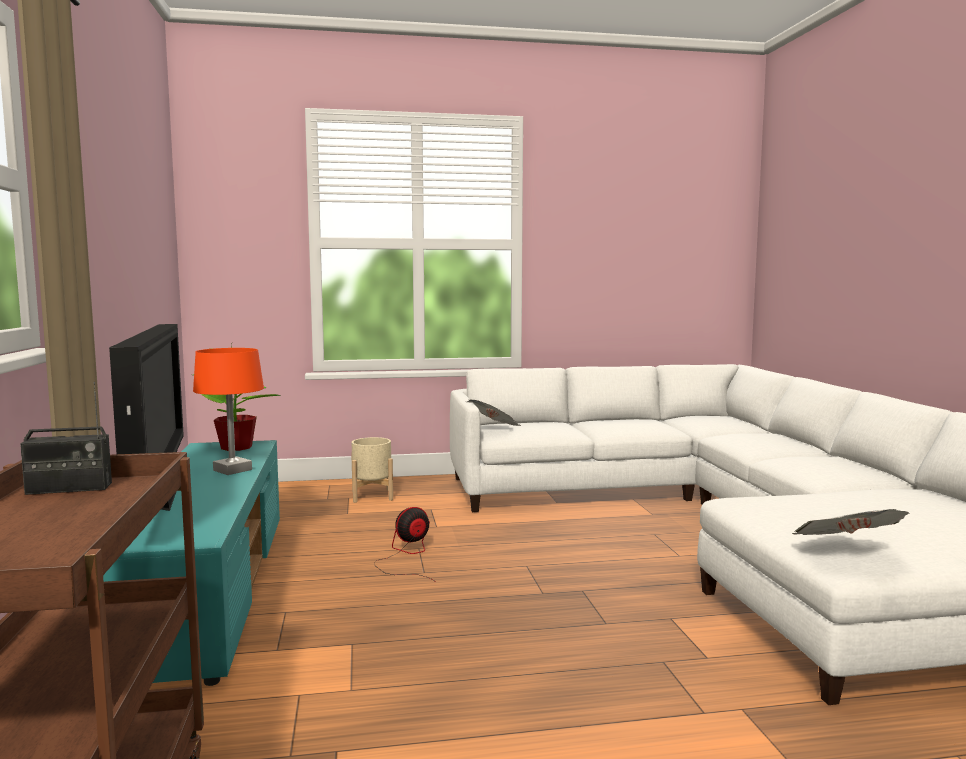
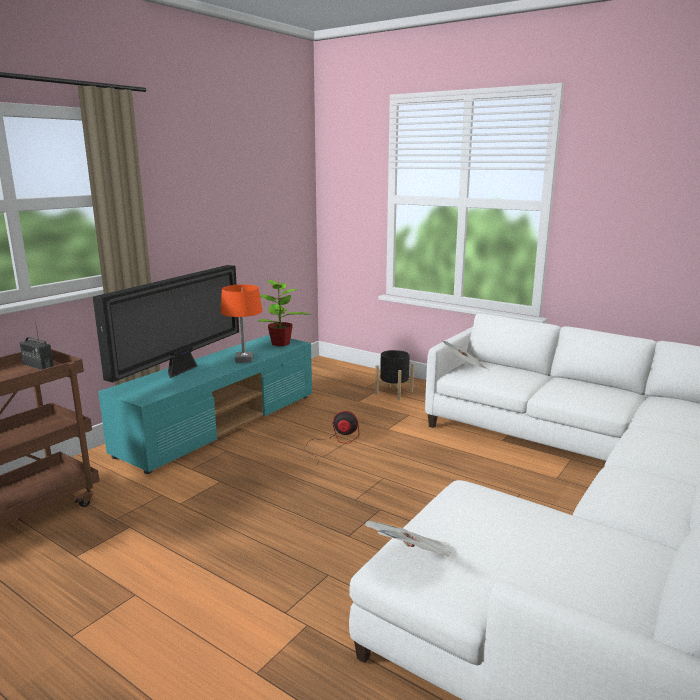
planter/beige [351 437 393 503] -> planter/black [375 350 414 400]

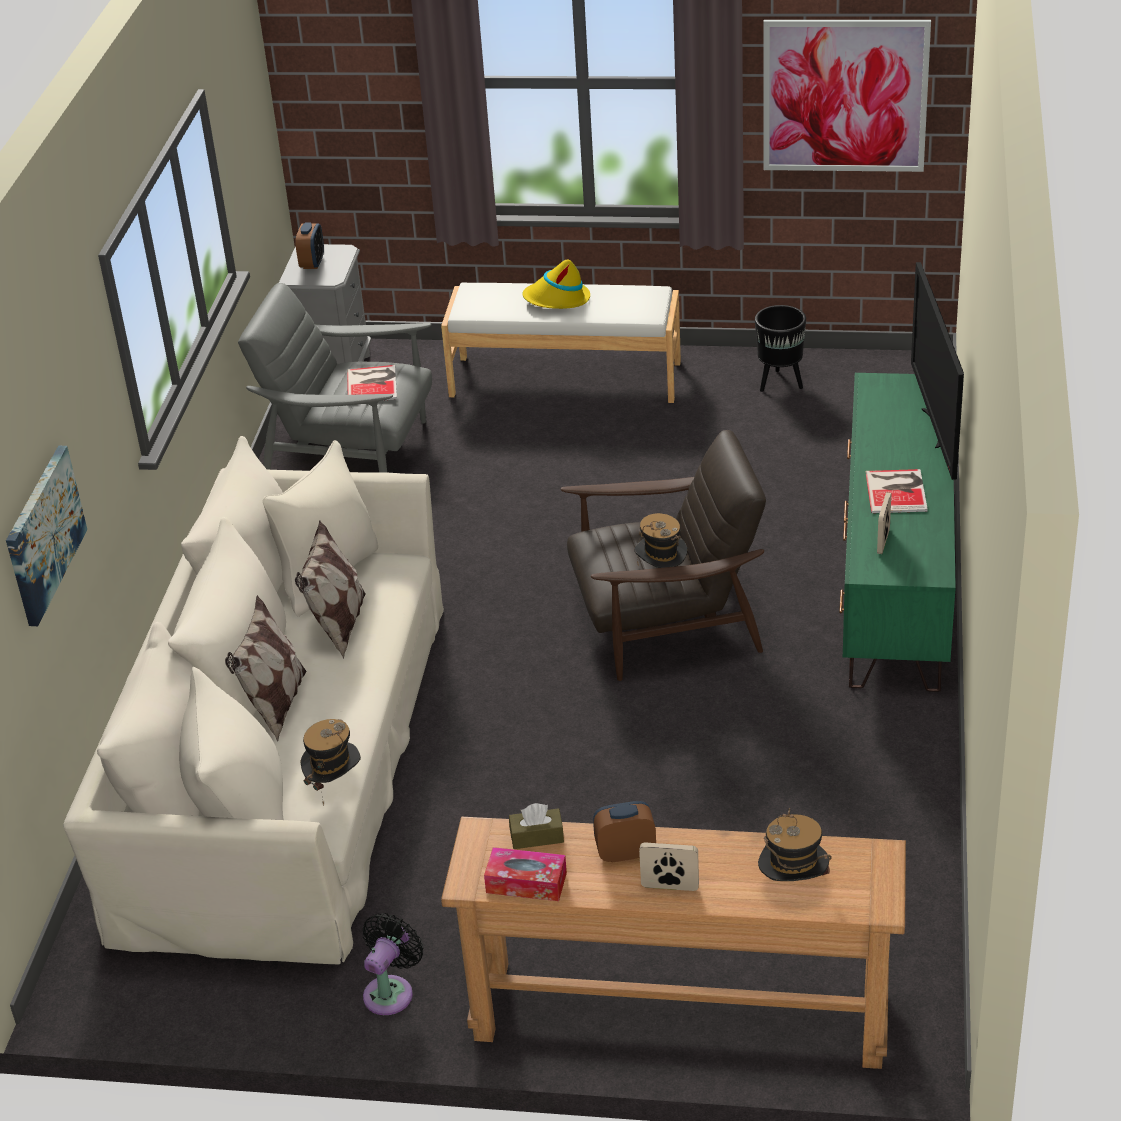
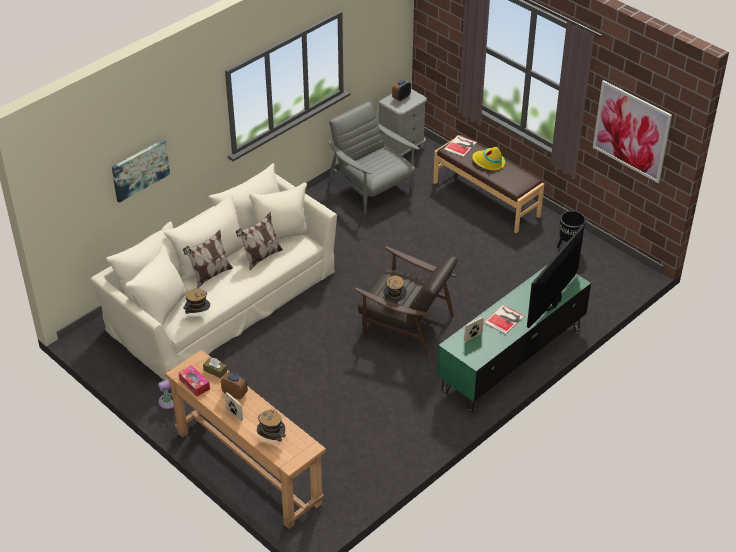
bench/whitish [441 283 681 403] -> bench/brownish [433 135 544 233]
volume [347 365 397 401] -> volume [444 135 477 157], move

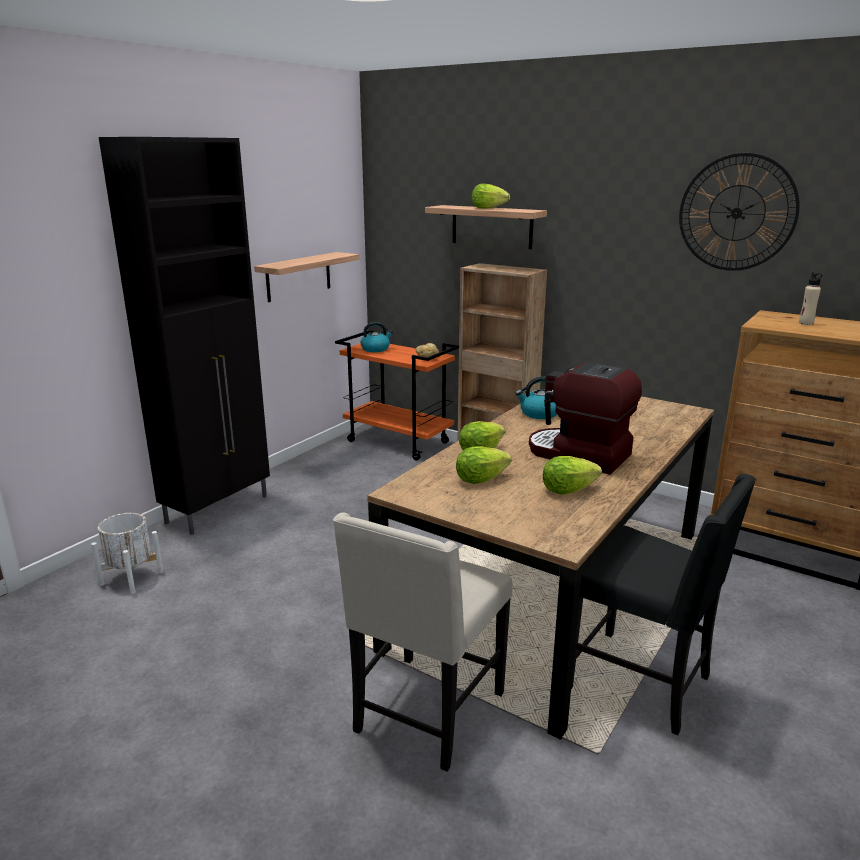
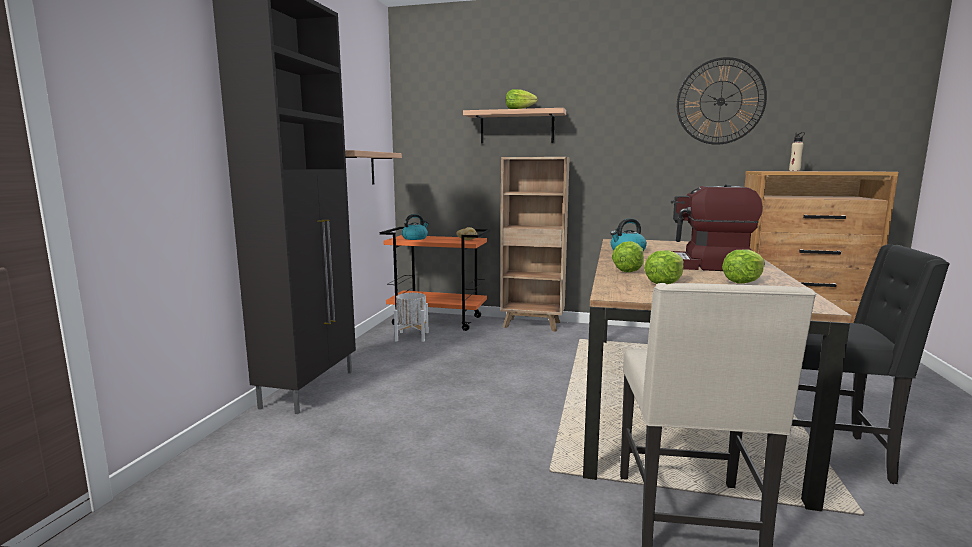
planter/whitish [91 513 163 594] -> planter/whitish [394 293 429 342], move

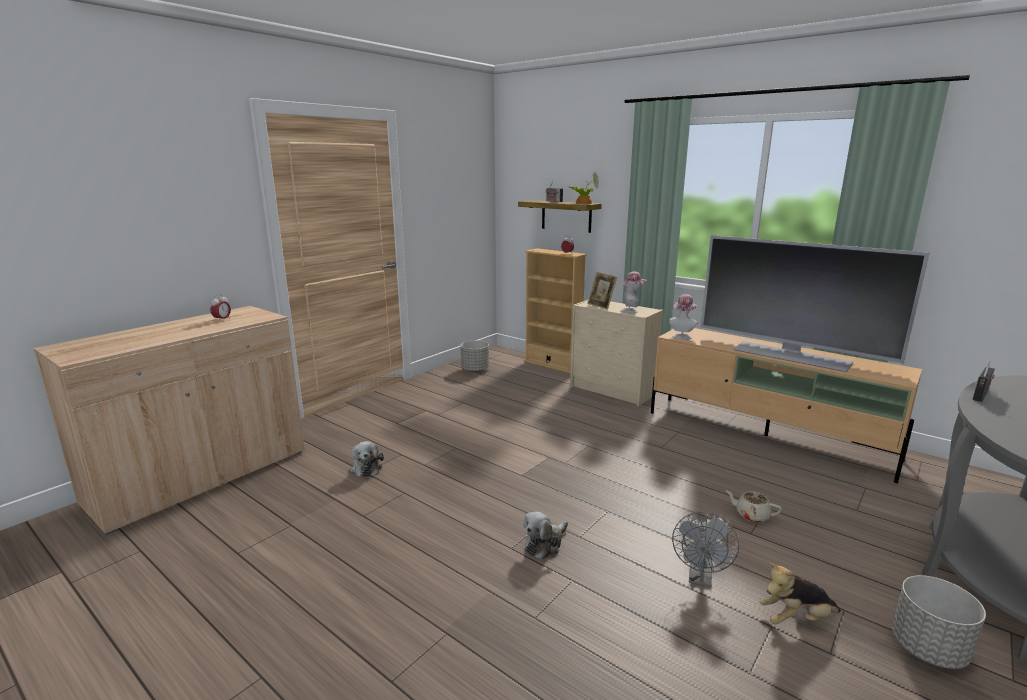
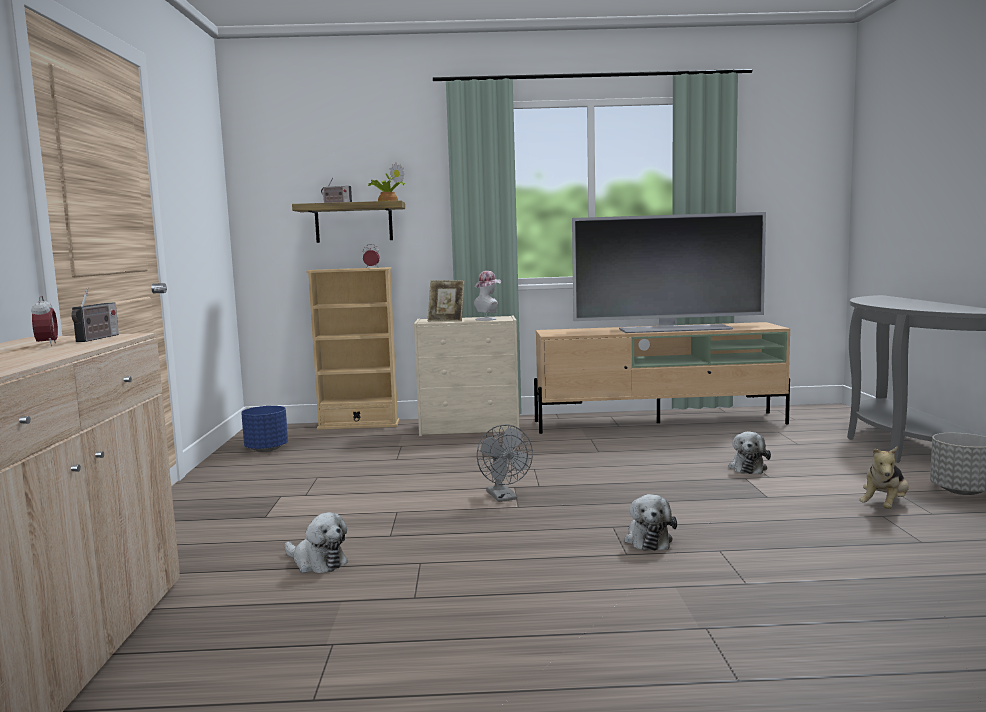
radio receiver [972 361 995 402] -> radio receiver [71 287 119 342], move
planter/greyish [461 340 489 372] -> planter/bluish [241 406 288 452]
cooling fan/greyish [672 512 739 587] -> cooling fan/greyish [477 425 533 502], move
teapot/beige [726 490 782 522] -> plush toy [729 431 771 474]
hat [669 294 698 340] -> none

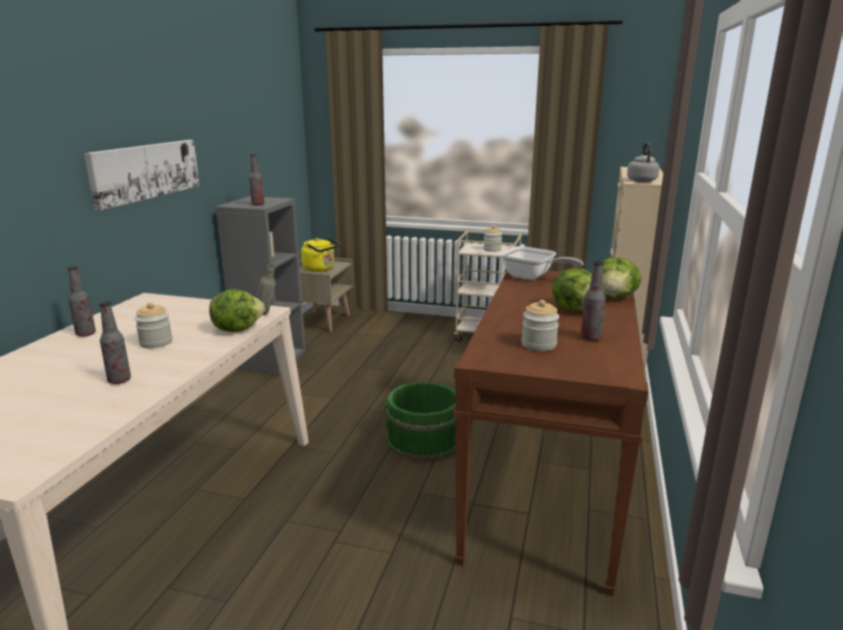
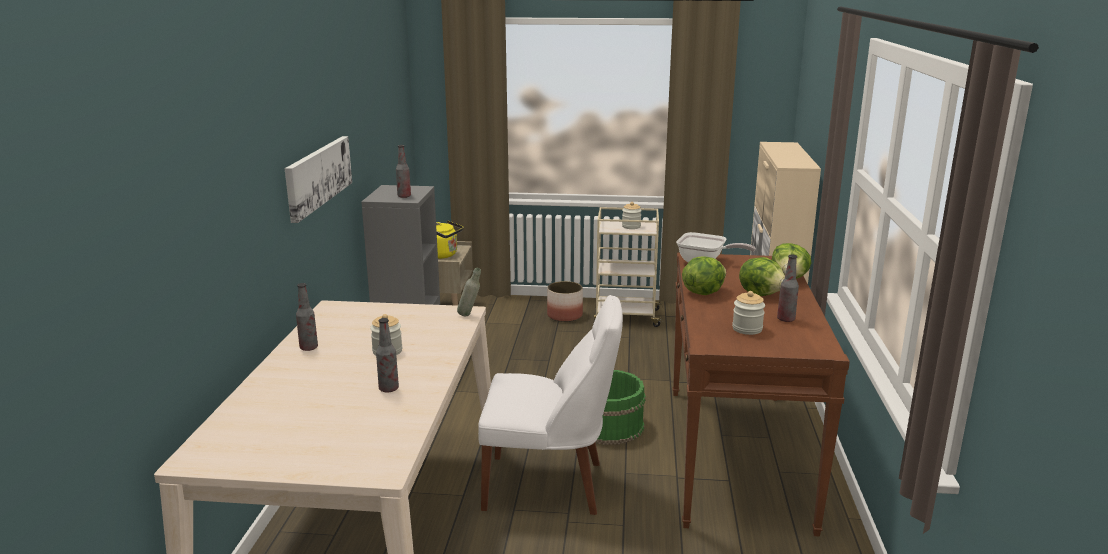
none -> upright chair/whitish [478 295 623 515]
none -> planter [547 281 583 322]
head of lettuce [209 289 265 332] -> head of lettuce [682 257 726 295], move
kettle/greyish [627 143 660 182] -> none

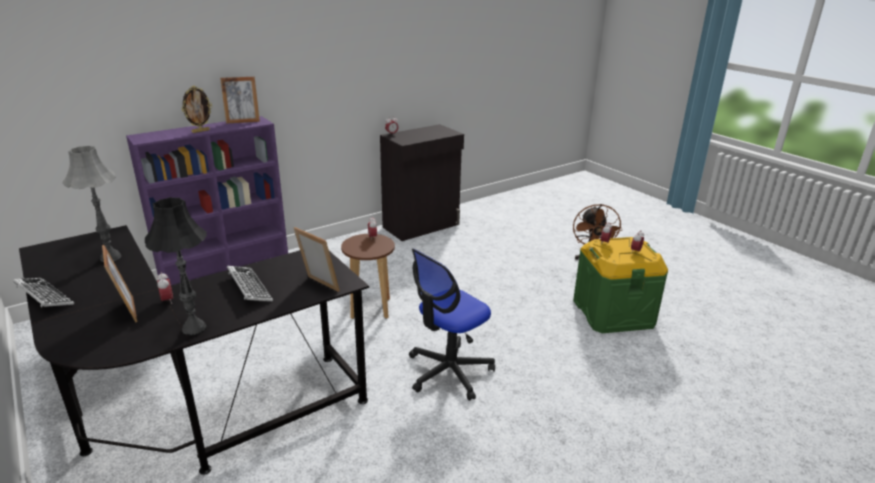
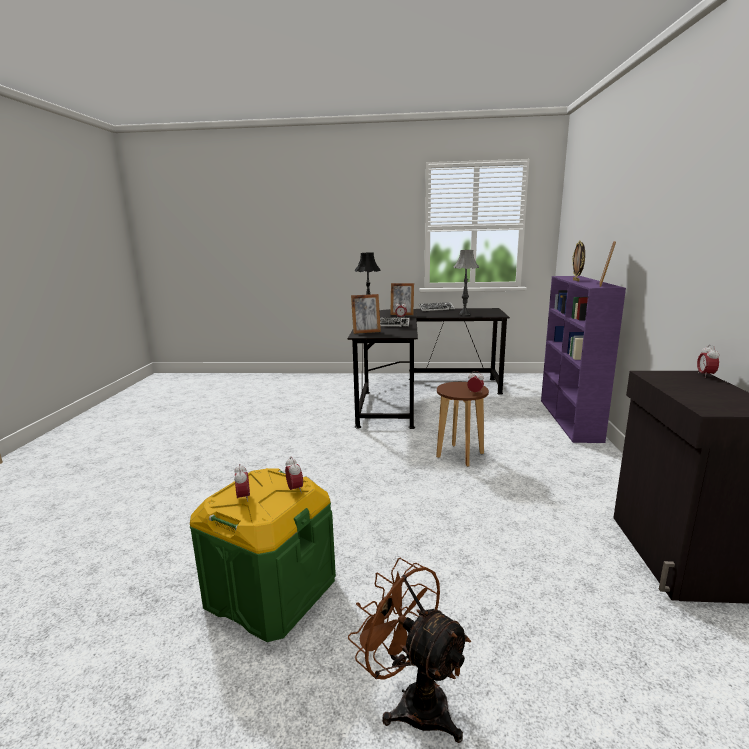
office chair [409 249 495 401] -> none

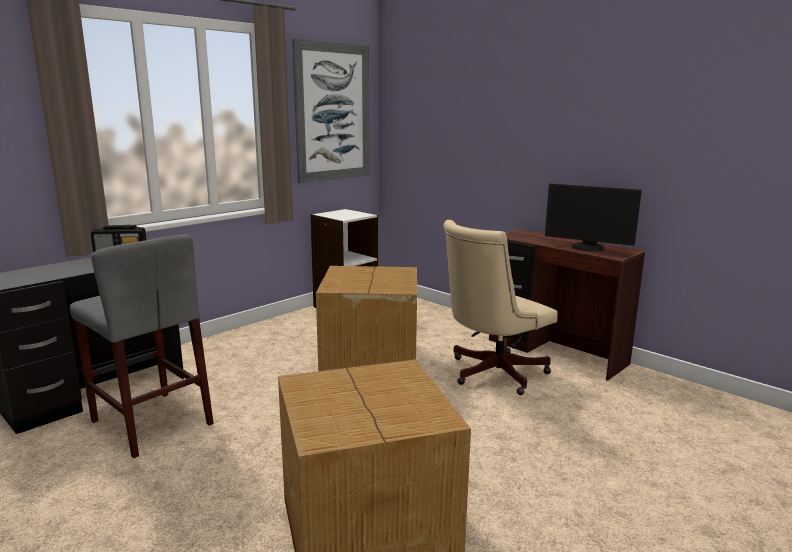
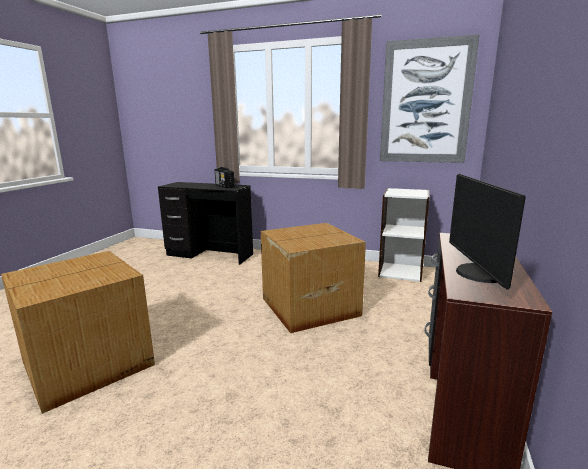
stool/greyish [70 234 214 458] -> none
office chair/beige [443 220 557 395] -> none

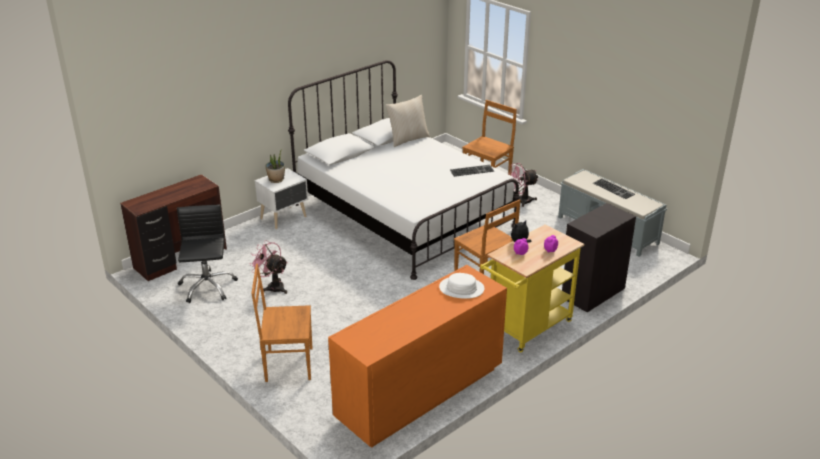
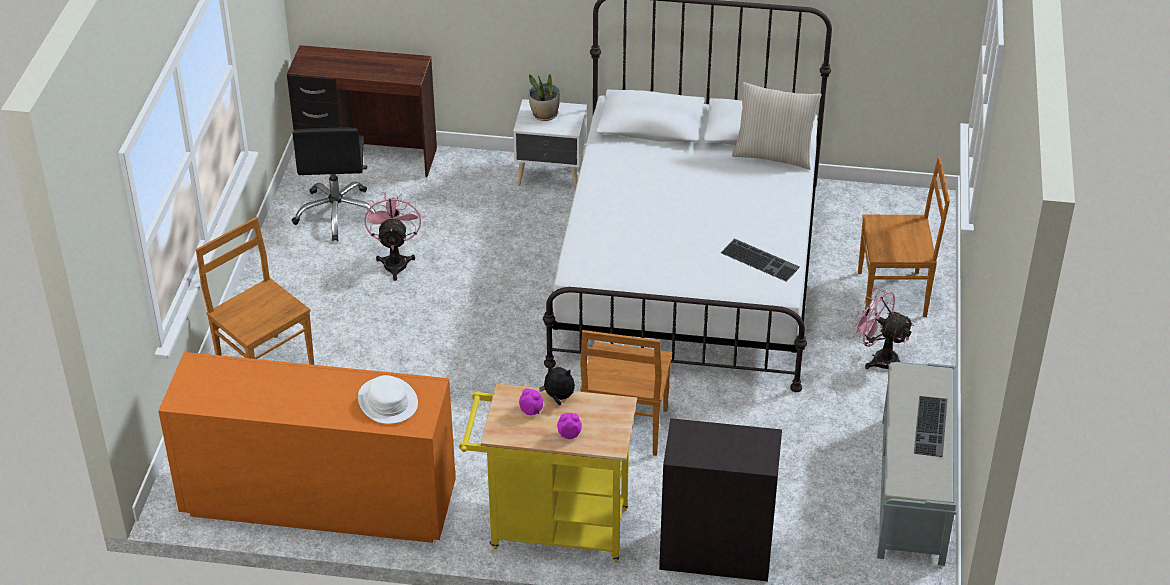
office chair/black [177 205 238 303] -> office chair/black [292 128 376 241], 135 degrees clockwise

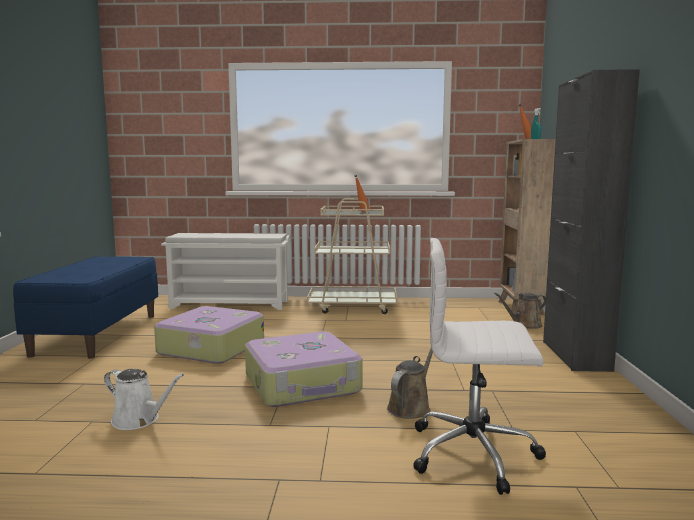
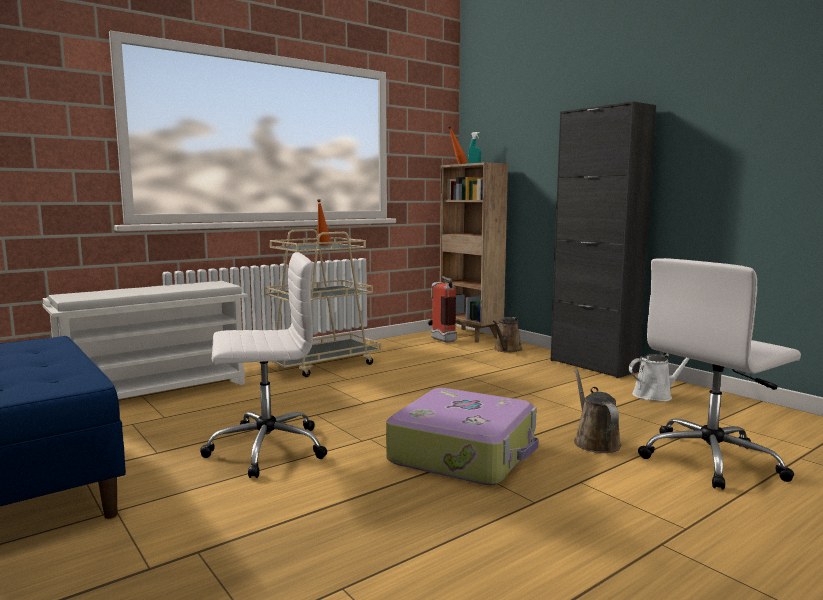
piece of luggage [154 306 264 364] -> office chair/whitish [200 252 327 478]
none -> fire-fighting cylinder [428 276 457 342]
sprinkling can/whitish [104 369 184 430] -> sprinkling can/whitish [629 352 690 401], move

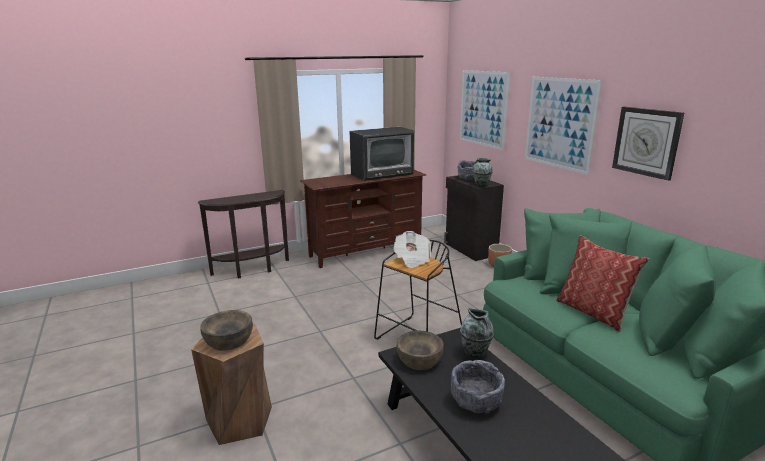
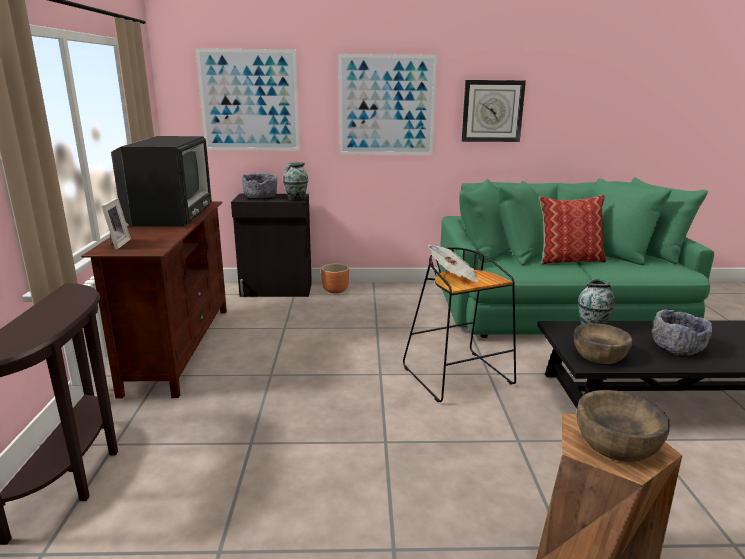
none -> photo frame [102 198 131 250]

